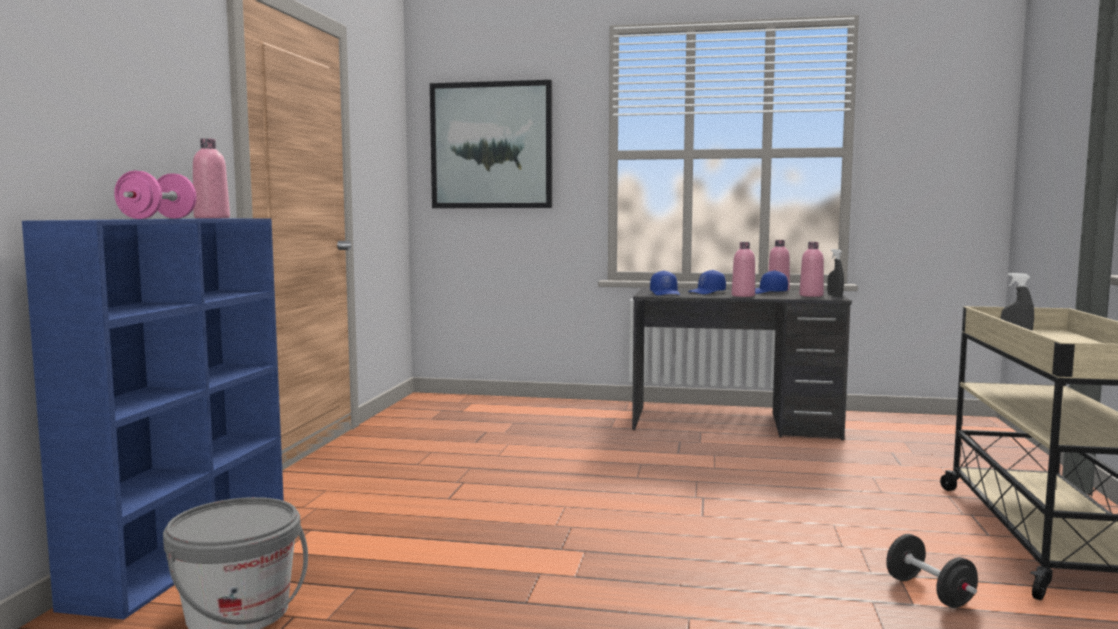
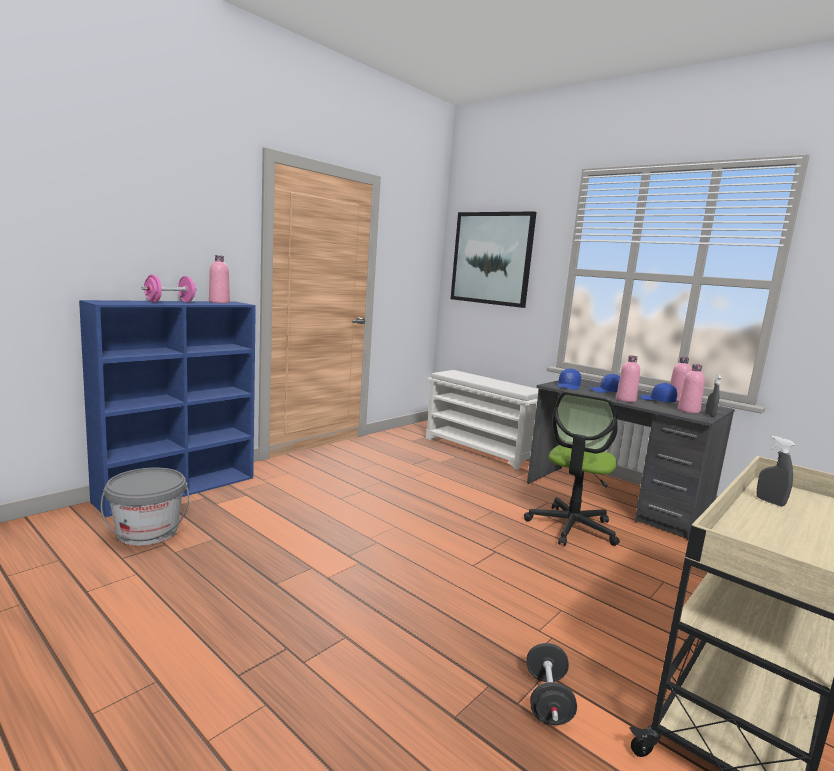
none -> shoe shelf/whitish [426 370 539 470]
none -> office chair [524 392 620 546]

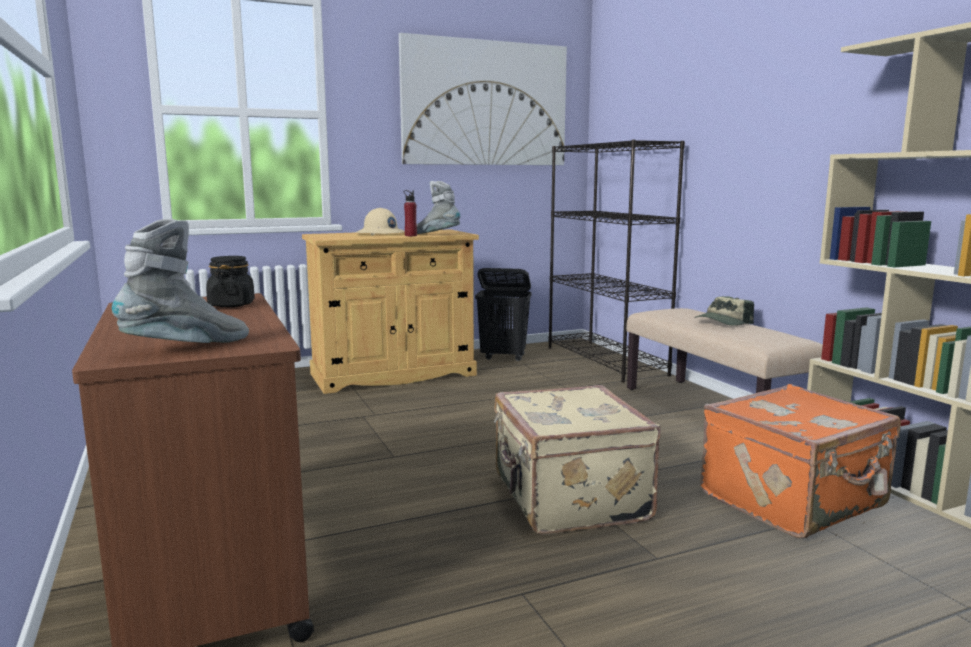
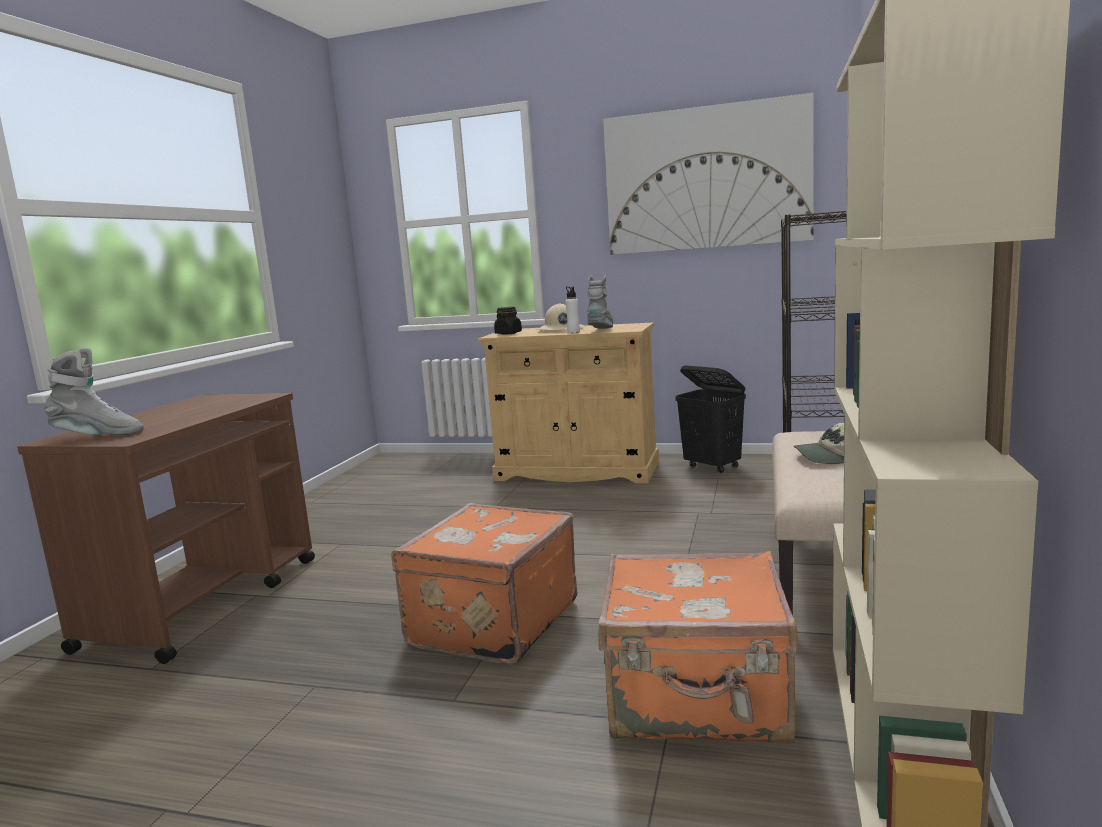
piece of luggage/beige [494 385 661 535] -> piece of luggage/orange [391 503 577 665]
preserve jar/black [206 256 255 307] -> preserve jar/black [494 307 522 335], move
bottle/reddish [404 190 417 236] -> bottle/whitish [566 286 580 333]
boot/greyish [417 181 460 234] -> boot/greyish [587 275 613 329], 45 degrees clockwise

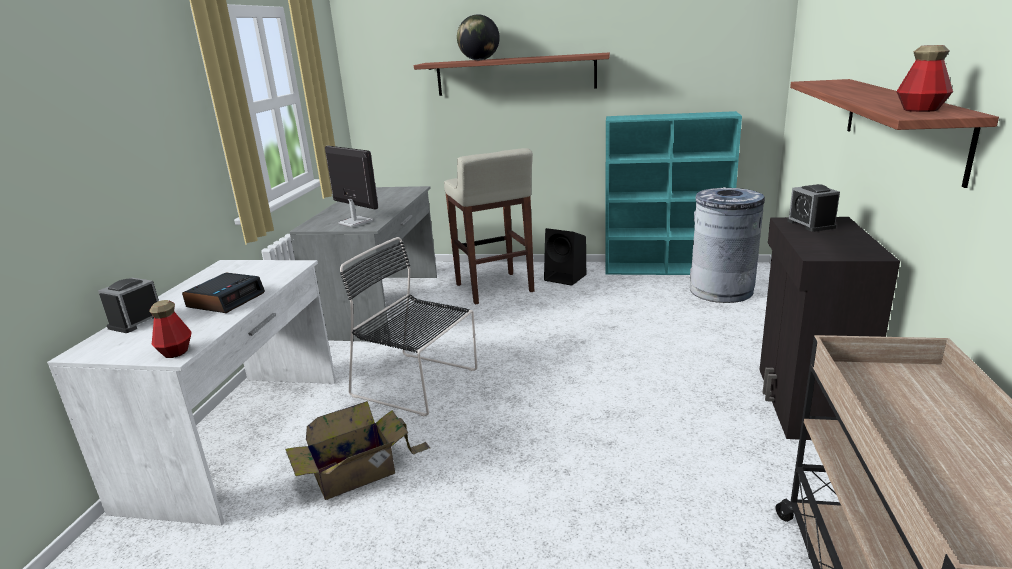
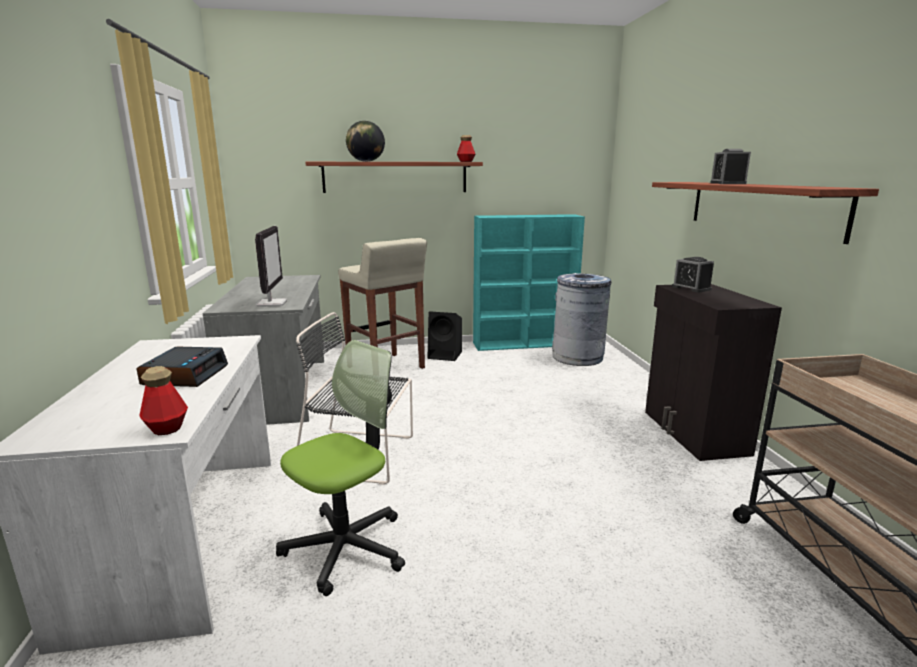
computer display [325 146 378 227] -> computer display [255 226 287 307], 60 degrees clockwise
cardboard box [285 401 430 500] -> office chair [276 340 405 596]
bottle [896 45 953 112] -> bottle [457 135 475 162], move
table clock [98 278 159 333] -> table clock [710 149 751 184], move

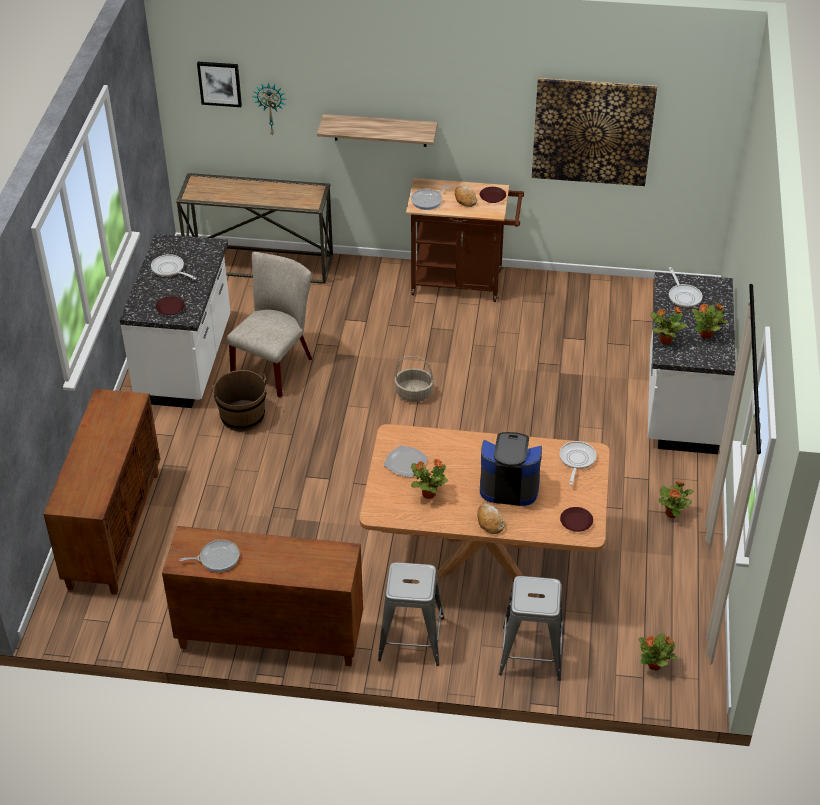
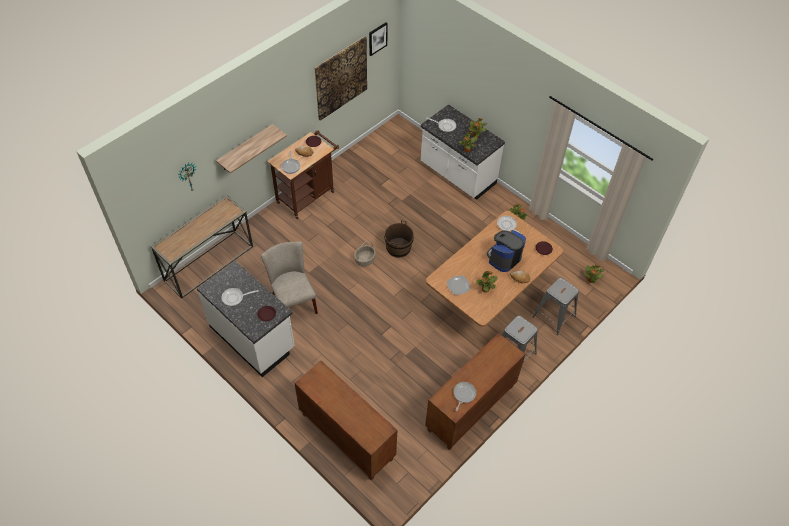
wall picture [197 62 242 107] -> wall picture [369 22 388 56], move
water bucket/brownish [212 370 266 431] -> water bucket/brownish [384 220 414 258], move

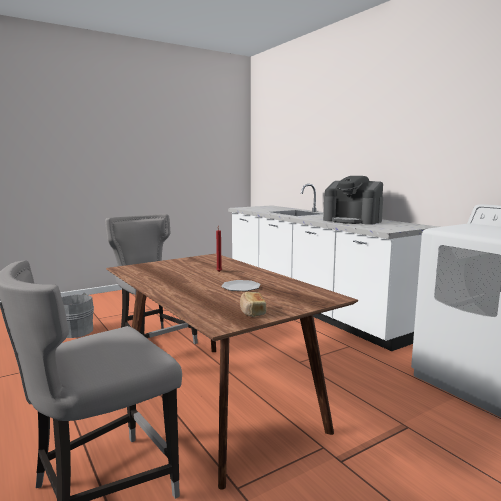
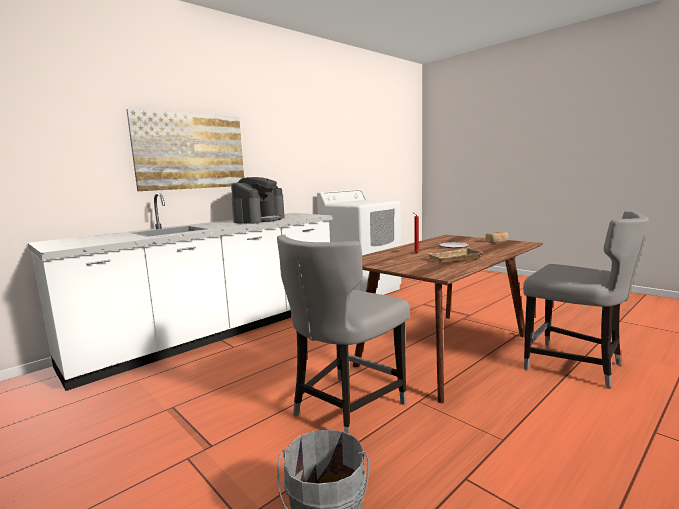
none -> wall picture [126 109 244 191]
none -> serving tray/beige [428 247 483 262]

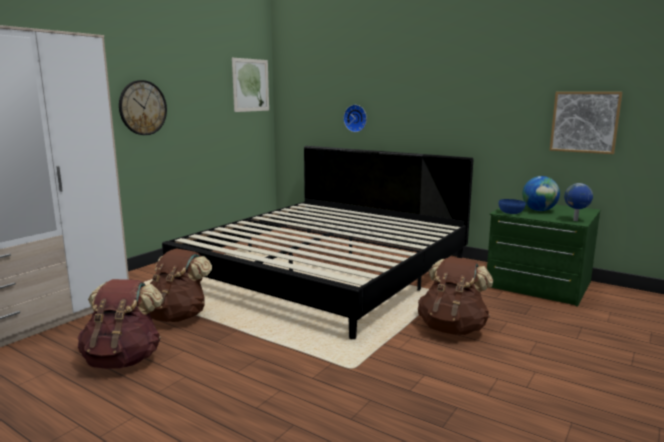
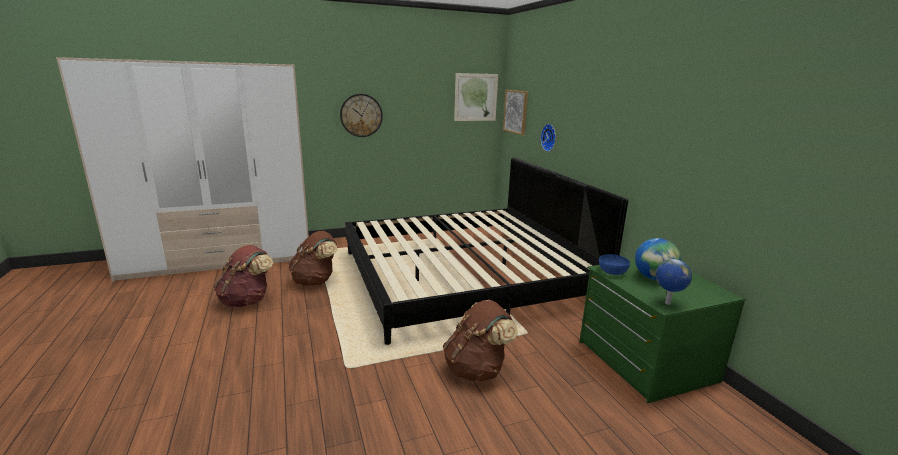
wall picture [550 92 622 154] -> wall picture [503 90 528 135], move

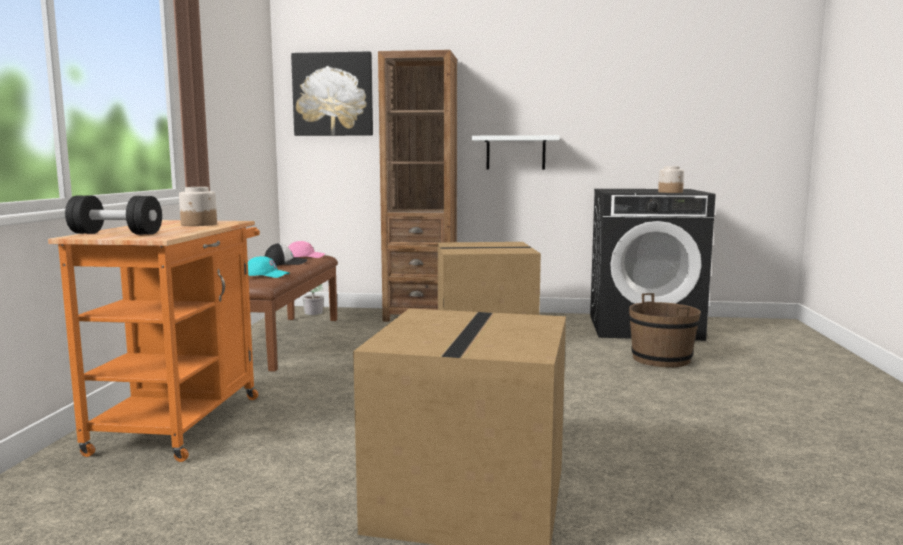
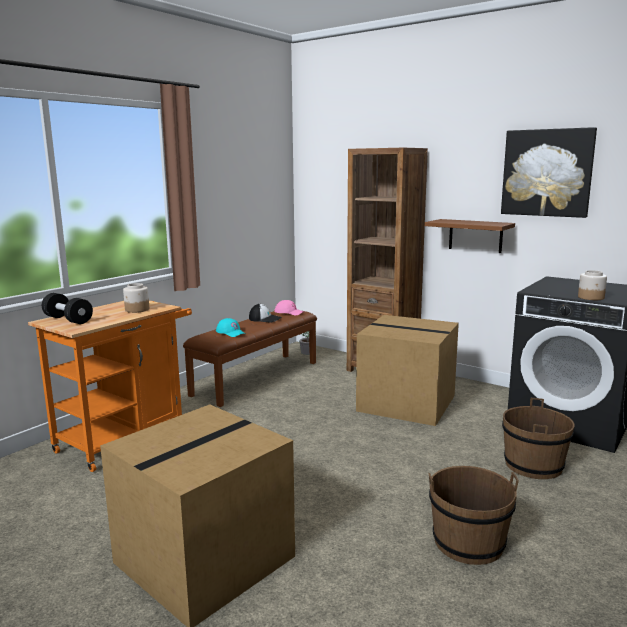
bracket shelf/whitish [472 135 560 169] -> bracket shelf/brownish [425 219 515 253]
none -> water bucket/brownish [429 466 519 565]
wall picture [291 51 373 136] -> wall picture [501 127 597 218], move

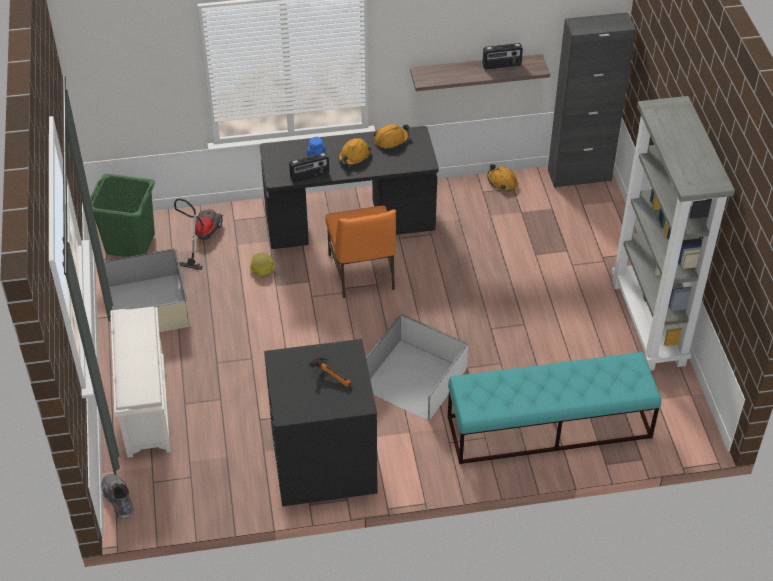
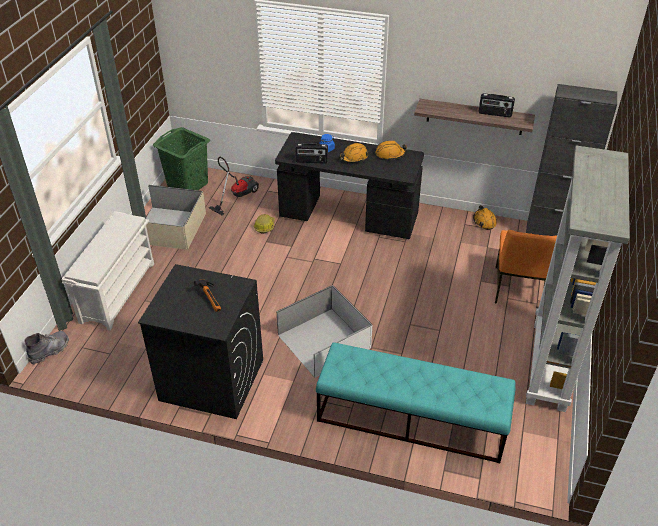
boot/greyish [101 474 134 521] -> boot/greyish [24 331 69 365], 45 degrees clockwise
upright chair/orange [325 206 396 298] -> upright chair/orange [495 230 557 304], move

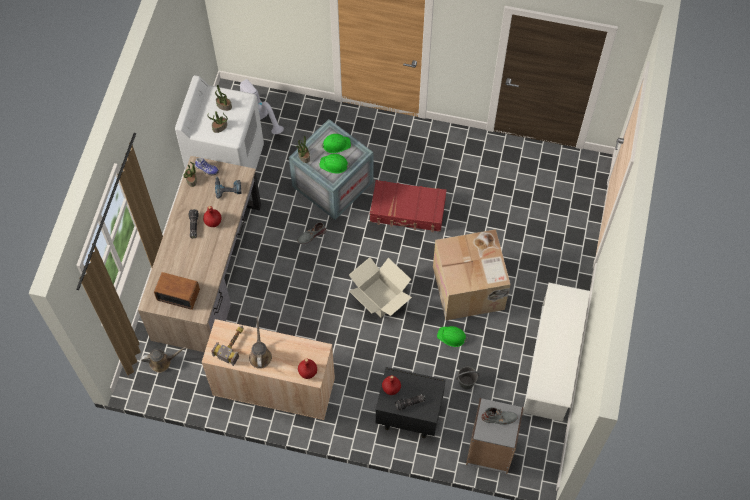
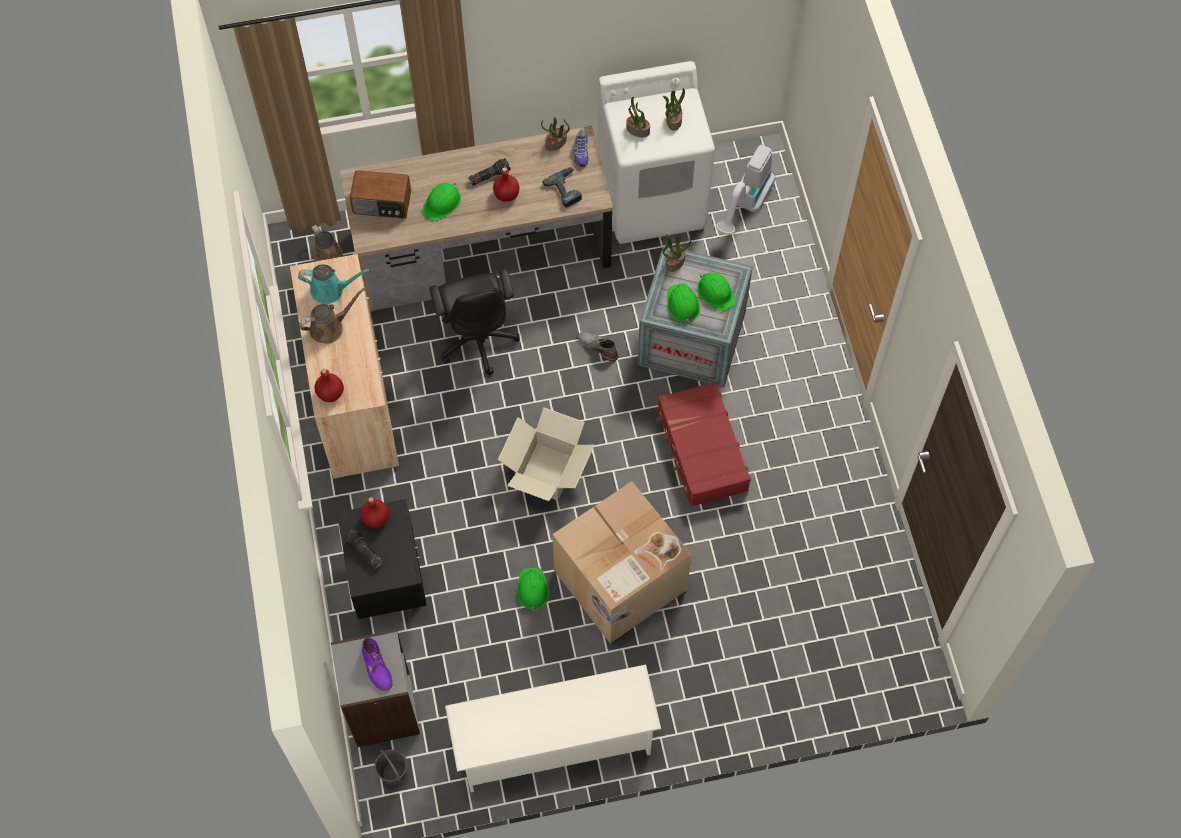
hammer [211 326 243 366] -> sprinkling can/turquoise [298 264 369 304]
radio receiver [154 272 200 310] -> radio receiver [350 170 411 219], 105 degrees clockwise
boot/greyish [481 407 518 425] -> boot/purplish [362 637 393 691]
water bucket/greyish [456 366 480 390] -> water bucket/greyish [375 749 407 785], move
none -> hard hat/green [422 183 461 221]
none -> office chair/black [429 268 519 375]

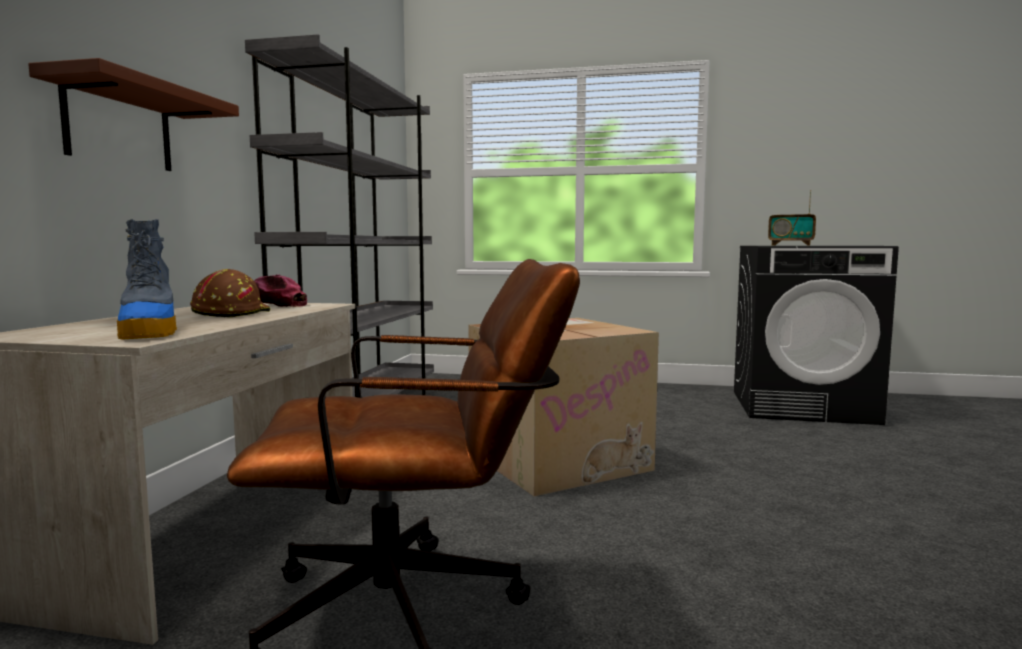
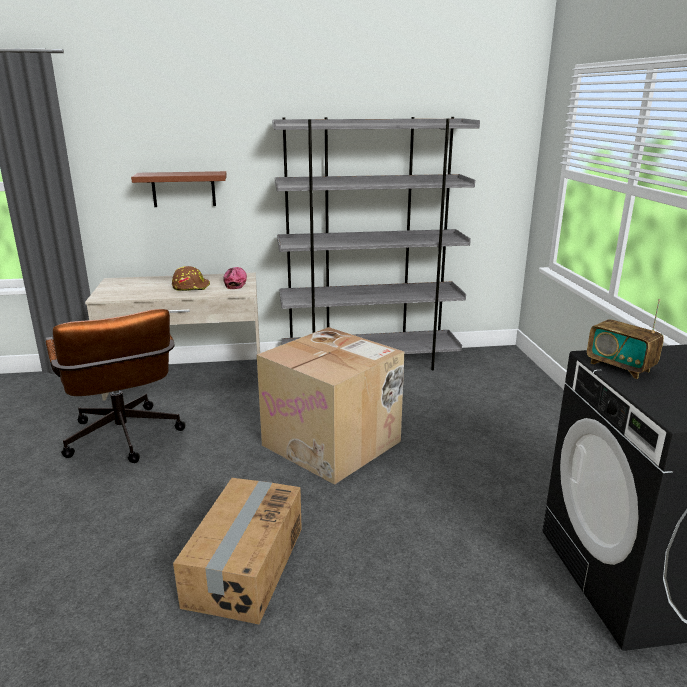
none -> cardboard box [173 478 302 624]
radio receiver [768 190 816 246] -> radio receiver [587 299 664 379], 45 degrees counterclockwise
boot [117 219 177 340] -> none

